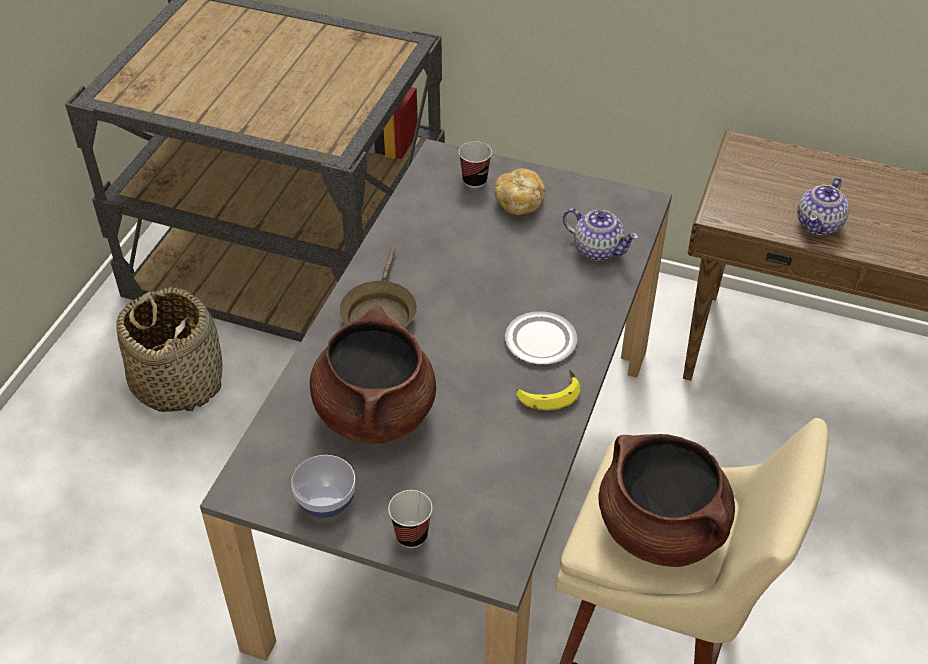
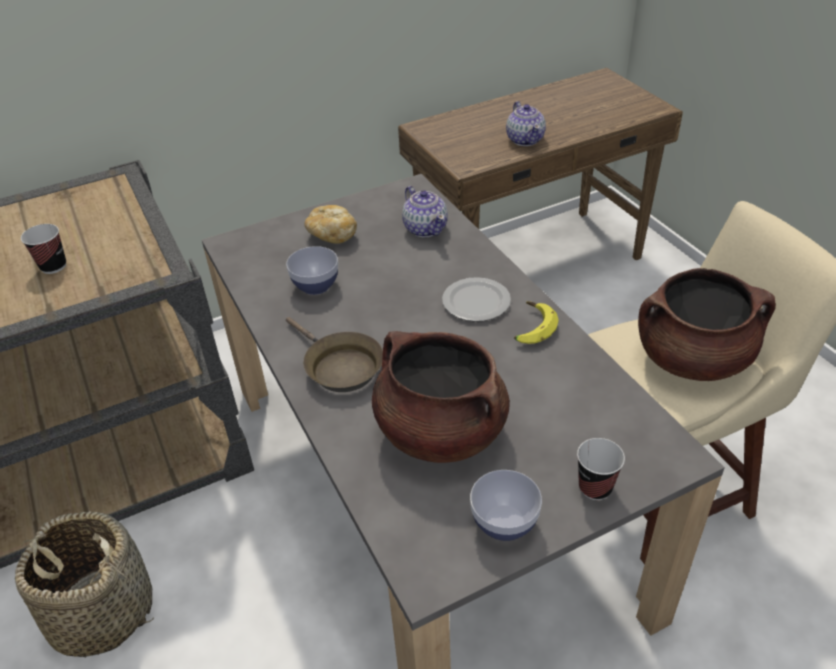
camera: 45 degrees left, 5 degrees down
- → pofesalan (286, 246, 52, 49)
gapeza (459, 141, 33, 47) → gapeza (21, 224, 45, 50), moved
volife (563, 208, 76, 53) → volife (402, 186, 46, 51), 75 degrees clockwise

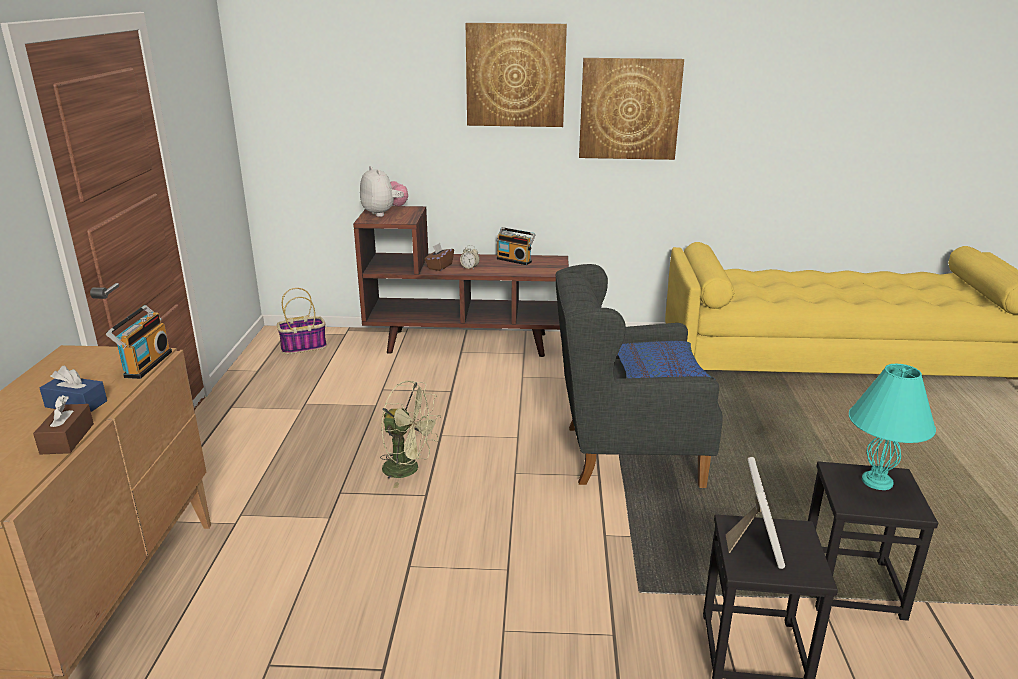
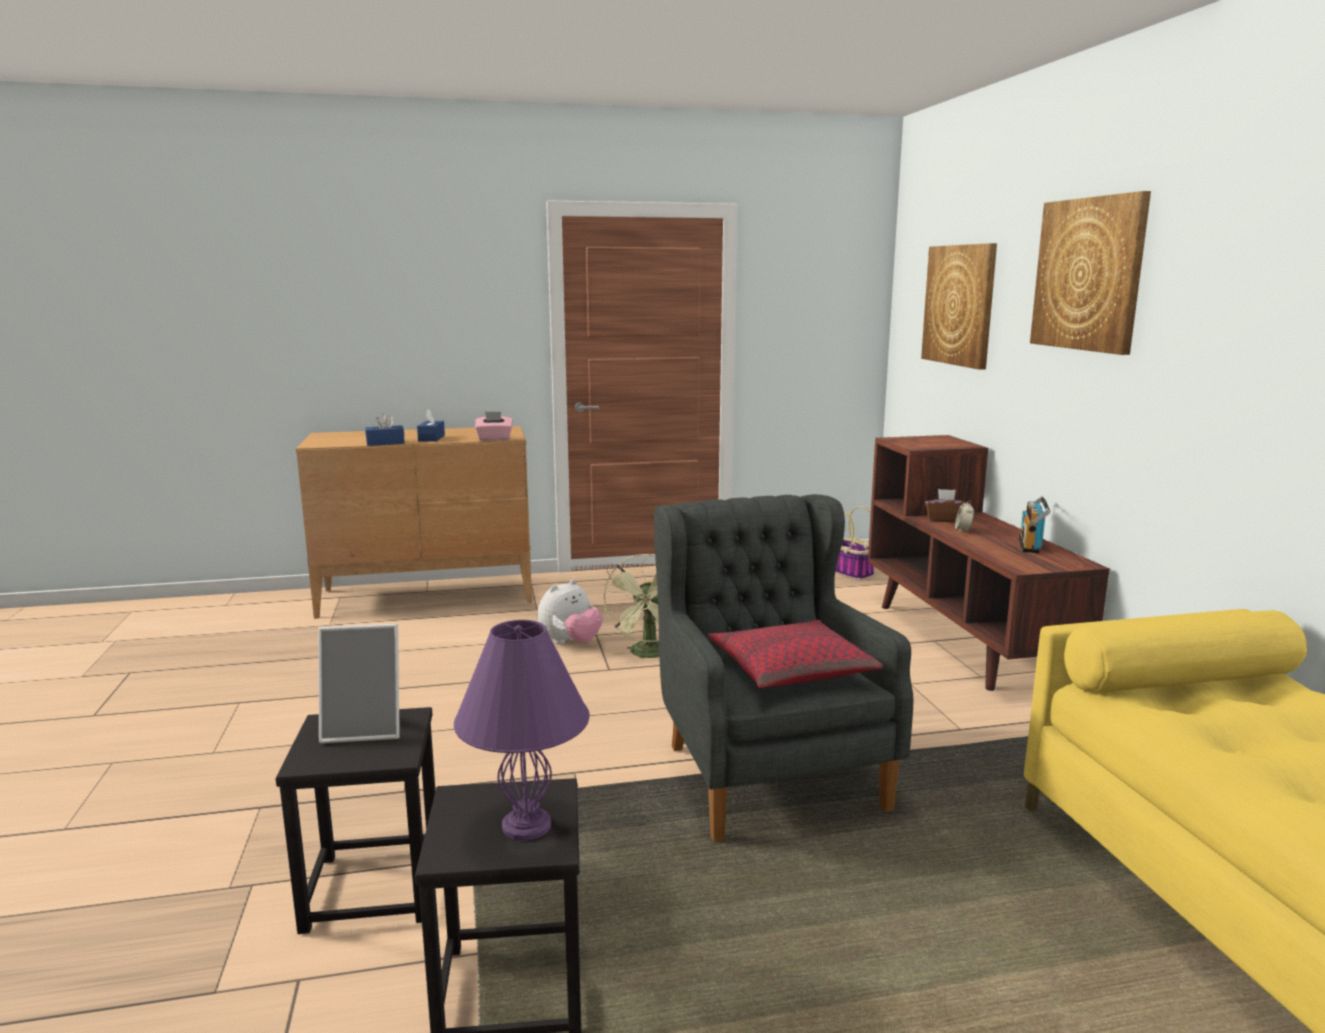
camera: 75 degrees right, 10 degrees down
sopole (360, 166, 48, 51) → sopole (538, 579, 65, 65), moved
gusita (579, 58, 105, 102) → gusita (921, 243, 76, 127), moved
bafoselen (106, 305, 66, 74) → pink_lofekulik (475, 412, 38, 29)
brown_lofekulik (33, 395, 61, 59) → blue_lofekulik (365, 413, 40, 33)
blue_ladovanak (618, 341, 96, 38) → red_ladovanak (708, 620, 175, 68)
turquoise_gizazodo (849, 364, 87, 126) → purple_gizazodo (454, 620, 135, 221)

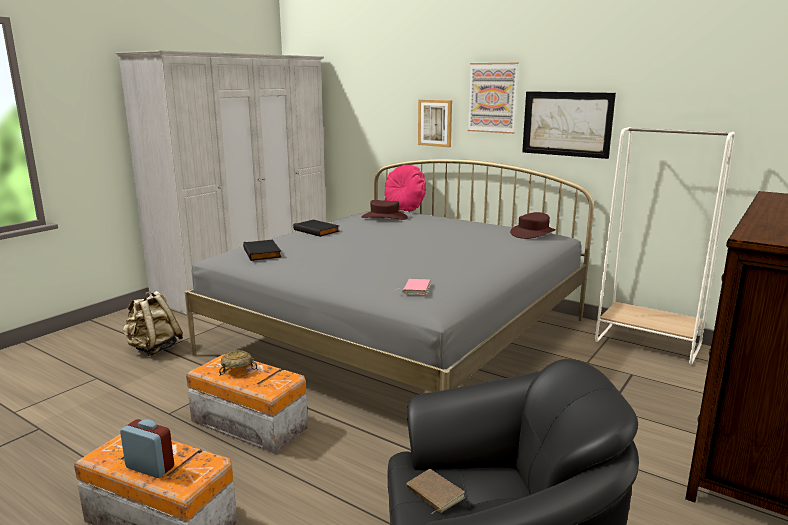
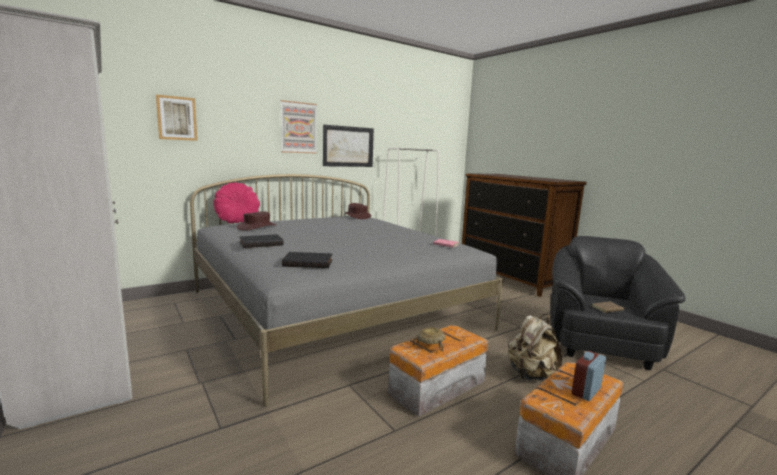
camera: 70 degrees left, 5 degrees down
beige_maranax (123, 291, 60, 65) → beige_maranax (508, 314, 54, 67), moved
gusita (418, 100, 34, 47) → gusita (156, 94, 41, 47), moved

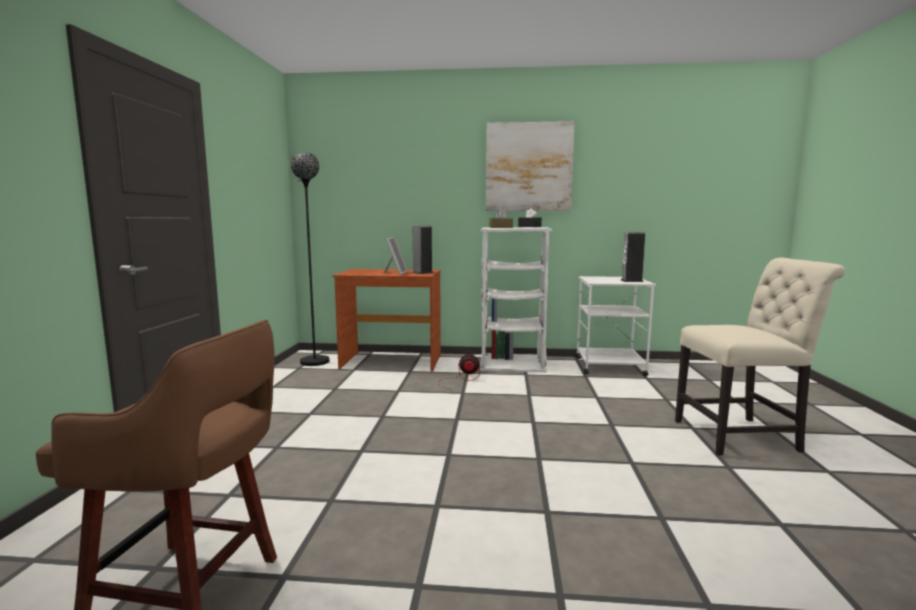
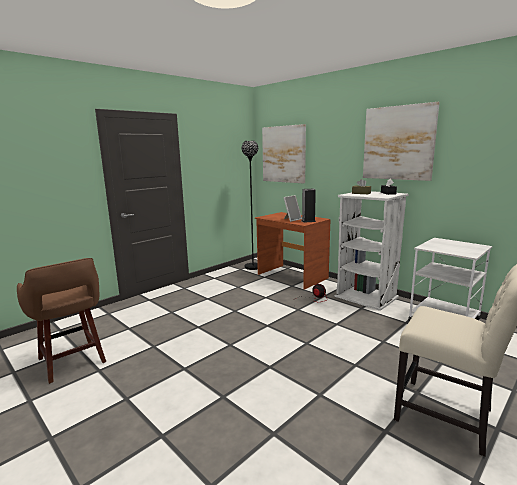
camera: 40 degrees right, 5 degrees up
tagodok (621, 232, 24, 50) → -
- → gusita (262, 124, 44, 59)

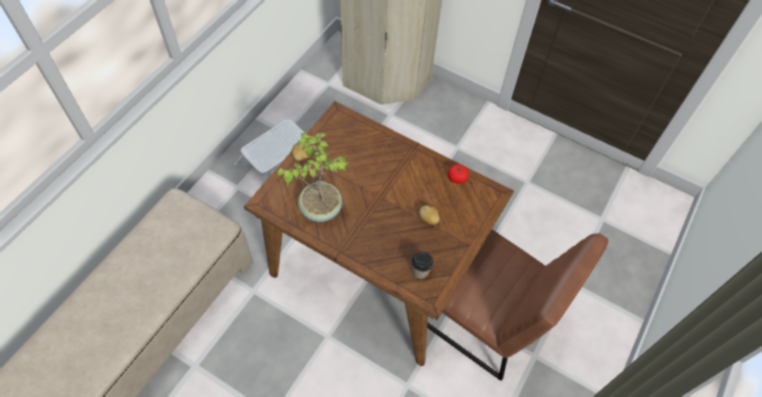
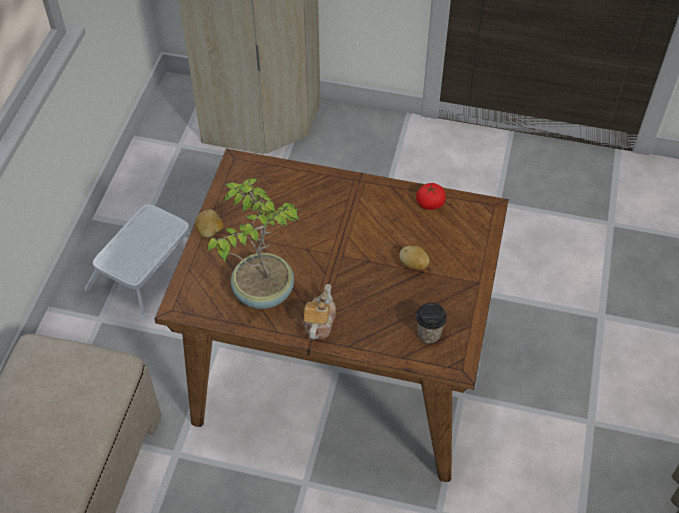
camera: 15 degrees left, 5 degrees down
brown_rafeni (427, 229, 181, 152) → -
- → volife (302, 284, 34, 55)

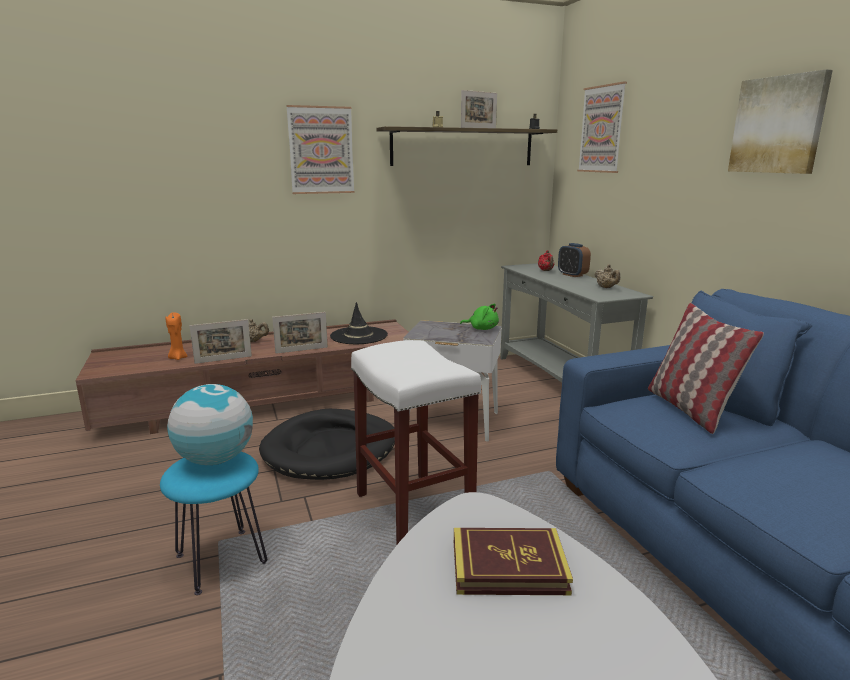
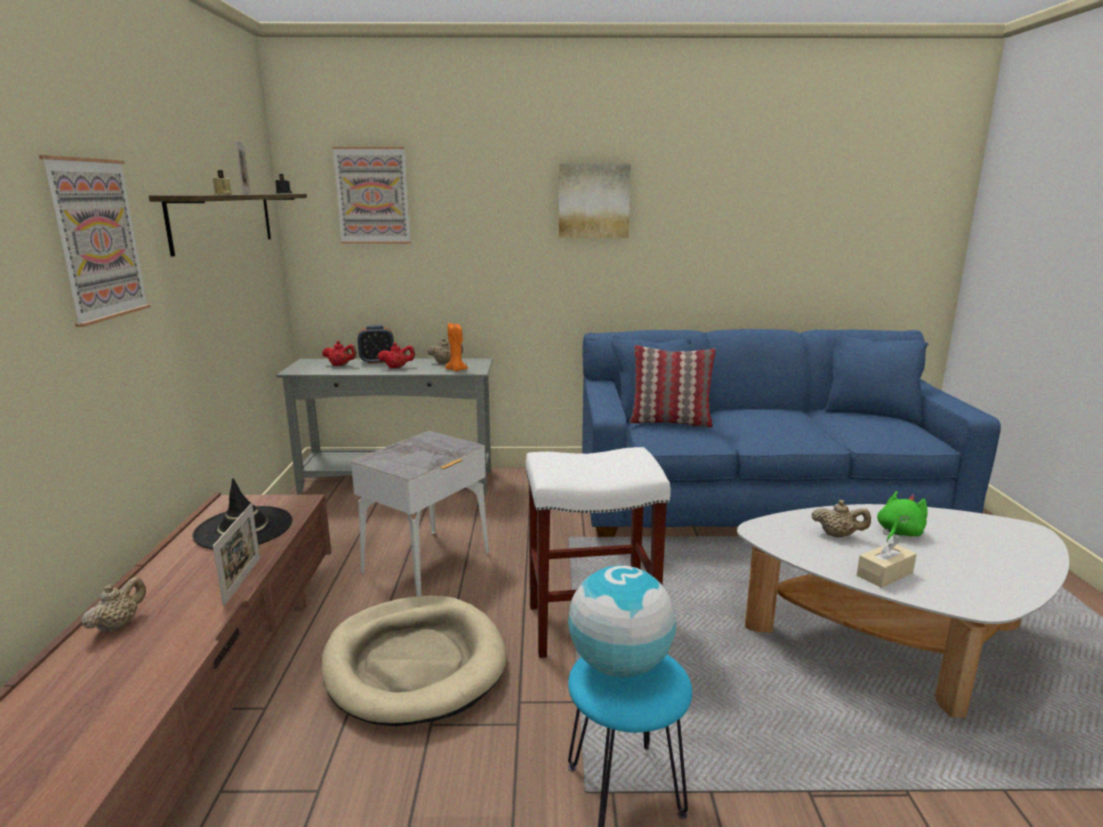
camera: 70 degrees left, 0 degrees up
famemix (190, 319, 62, 45) → -
- → red_volife (378, 343, 37, 26)
- → beige_lofekulik (857, 535, 60, 53)
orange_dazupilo (165, 312, 22, 48) → orange_dazupilo (445, 323, 23, 48), moved
green_sopole (460, 304, 39, 26) → green_sopole (877, 491, 51, 50), moved
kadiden (454, 528, 119, 67) → beige_volife (812, 500, 59, 37)
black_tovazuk (259, 409, 136, 71) → beige_tovazuk (321, 595, 185, 131)

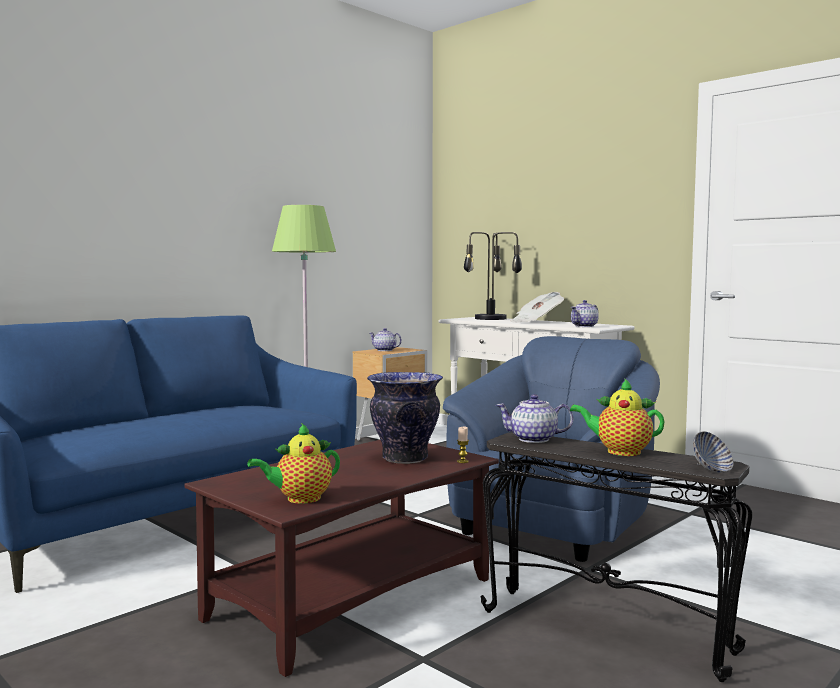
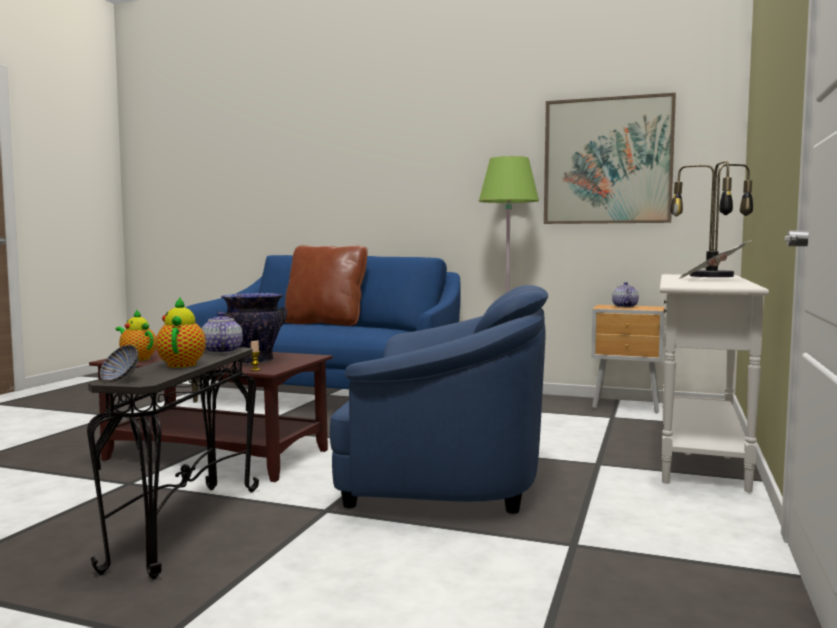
camera: 65 degrees right, 0 degrees up
volife (571, 300, 28, 27) → -
- → brown_ladovanak (285, 245, 83, 81)
- → gusita (544, 93, 132, 131)

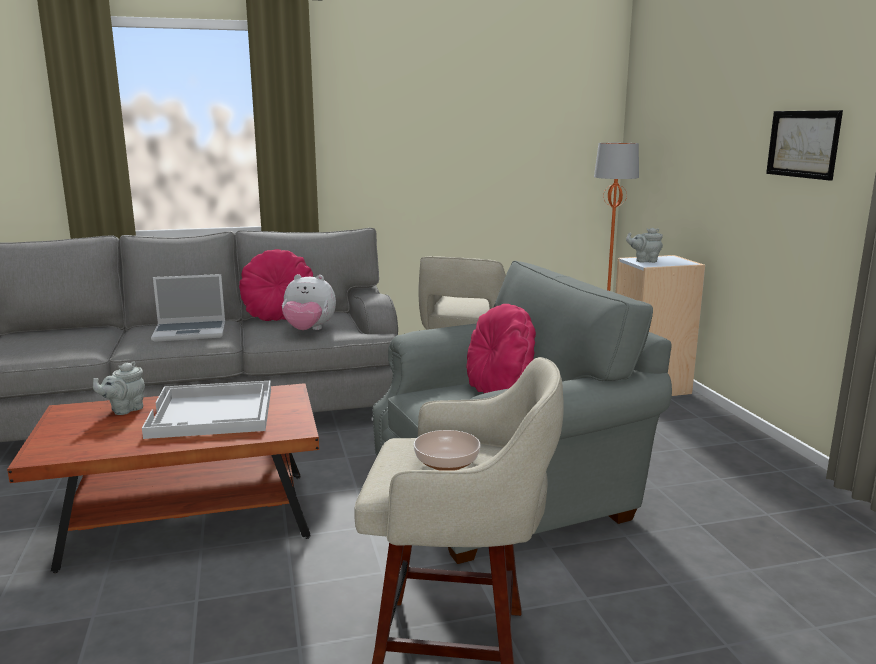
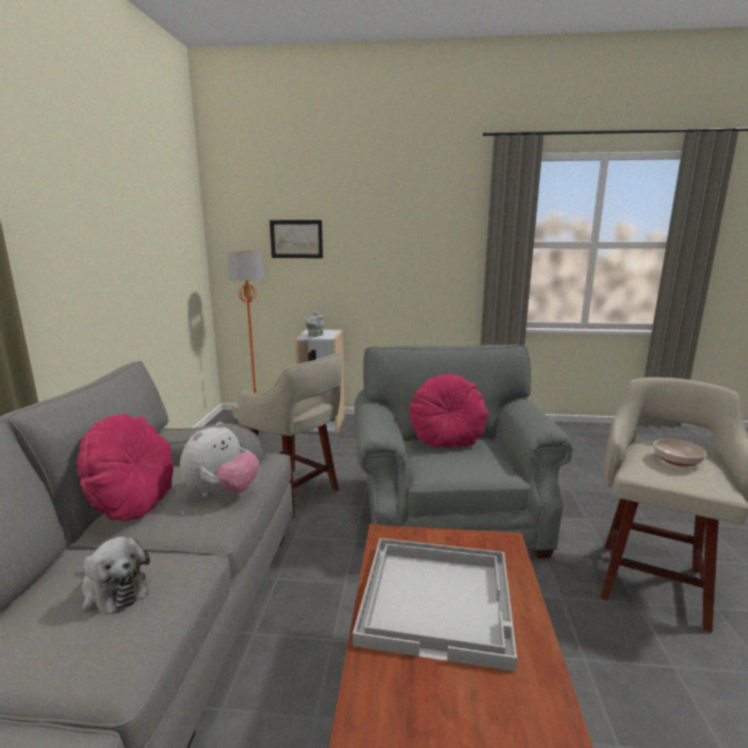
camera: 70 degrees left, 0 degrees up
grey_volife (93, 362, 52, 53) → -
gusita (766, 110, 77, 71) → gusita (270, 220, 53, 38), moved
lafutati (151, 274, 74, 68) → sopole (81, 536, 69, 78)

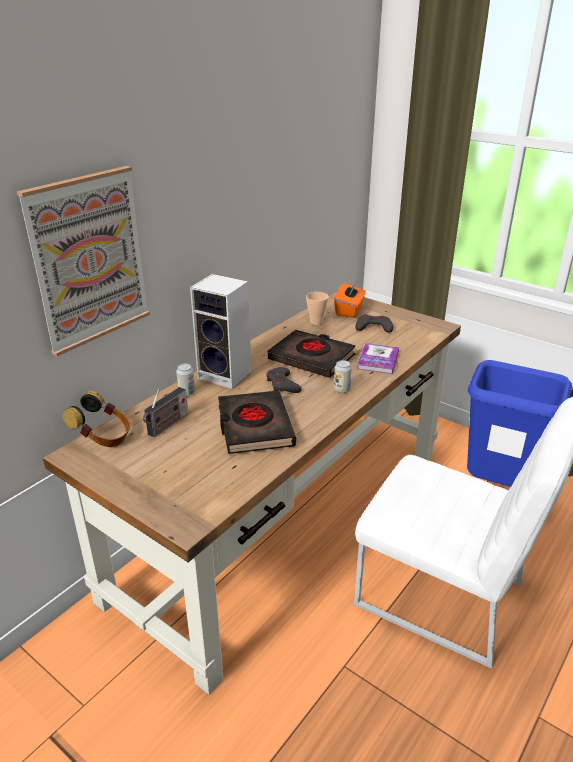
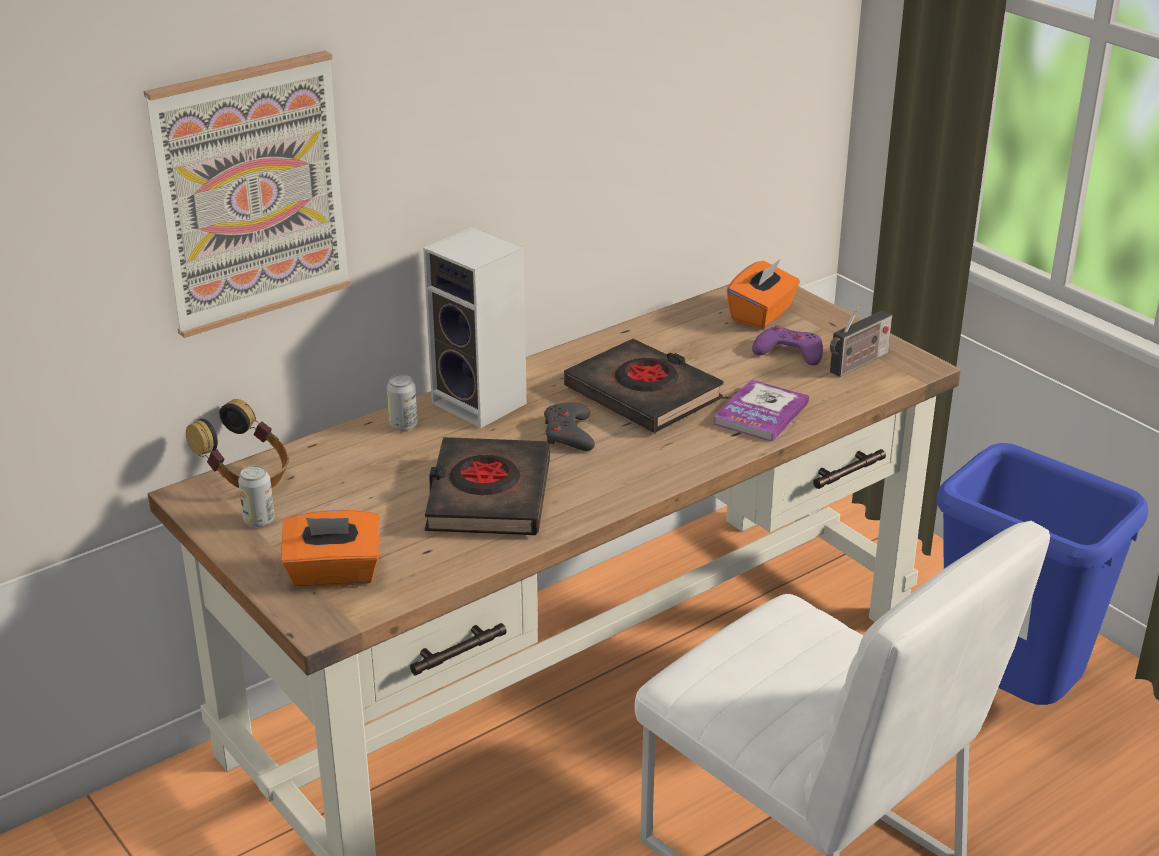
camera: 15 degrees right, 0 degrees up
gapeza (306, 292, 23, 33) → -
- → orange_lofekulik (281, 510, 99, 78)
bafoselen (143, 387, 45, 51) → bafoselen (830, 305, 62, 72), moved
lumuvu (334, 360, 18, 33) → lumuvu (238, 465, 37, 62), moved
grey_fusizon (355, 314, 38, 18) → purple_fusizon (752, 325, 71, 41)

